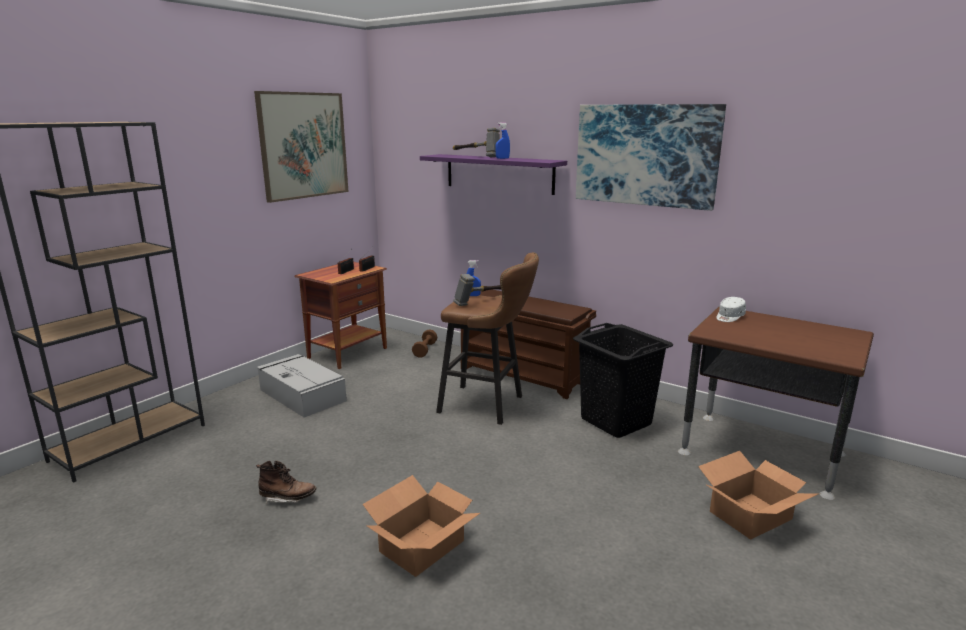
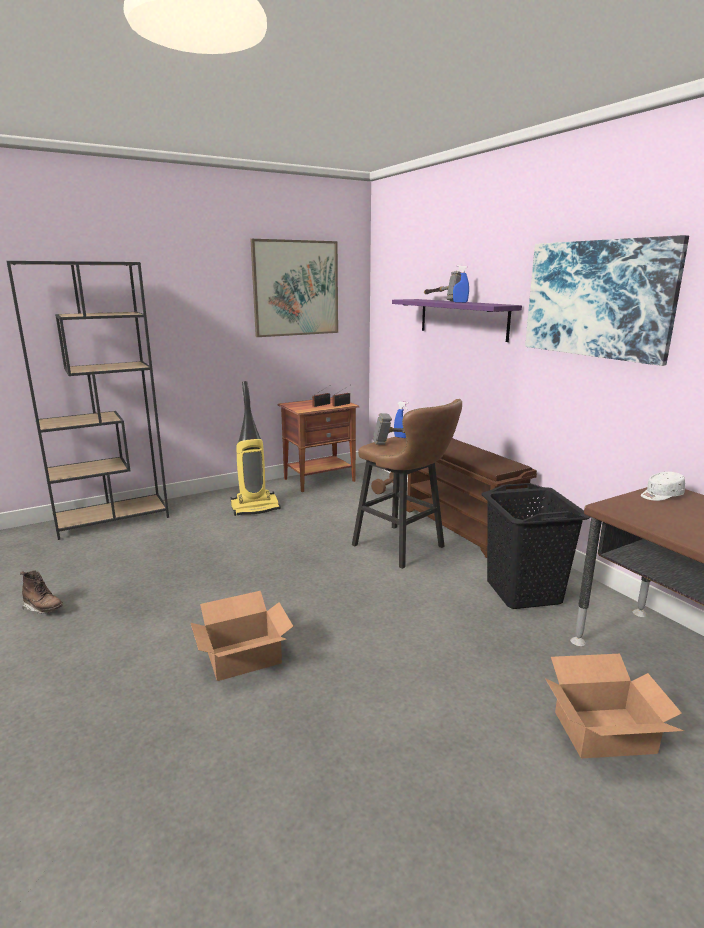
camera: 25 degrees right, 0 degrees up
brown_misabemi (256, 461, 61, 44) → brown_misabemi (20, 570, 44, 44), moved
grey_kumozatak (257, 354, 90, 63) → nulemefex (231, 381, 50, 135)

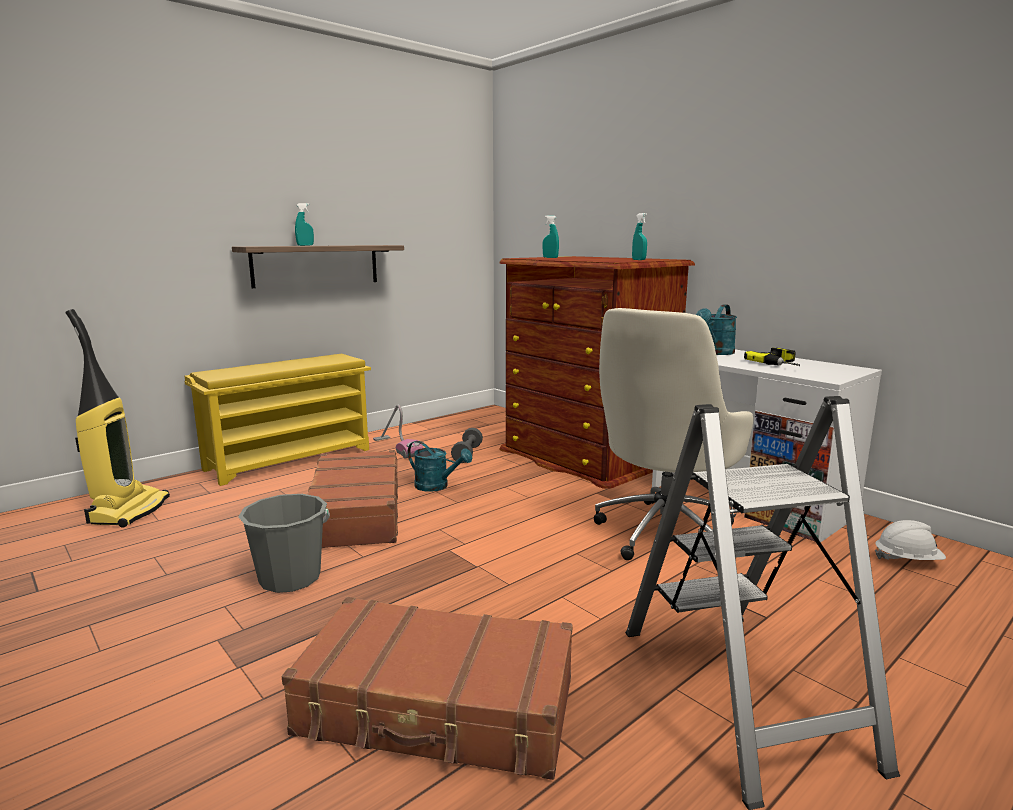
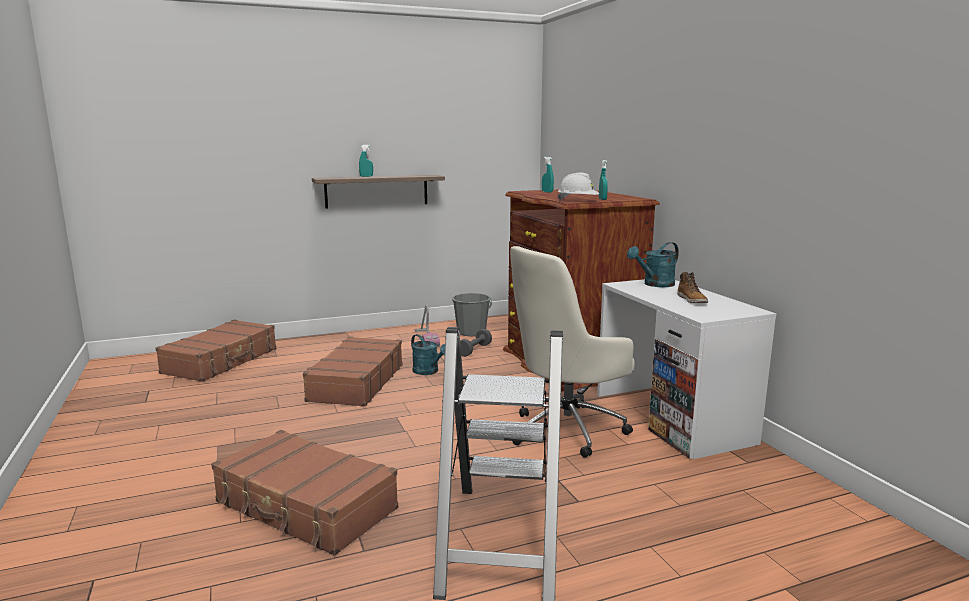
camera: 20 degrees right, 0 degrees up
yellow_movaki (185, 354, 186, 132) → -
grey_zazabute (238, 494, 92, 99) → grey_zazabute (452, 293, 40, 43), moved
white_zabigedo (875, 520, 71, 40) → white_zabigedo (557, 172, 43, 28), moved
nulemefex (65, 309, 105, 219) → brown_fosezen (155, 320, 121, 62)
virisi (744, 348, 56, 18) → misabemi (677, 272, 31, 31)

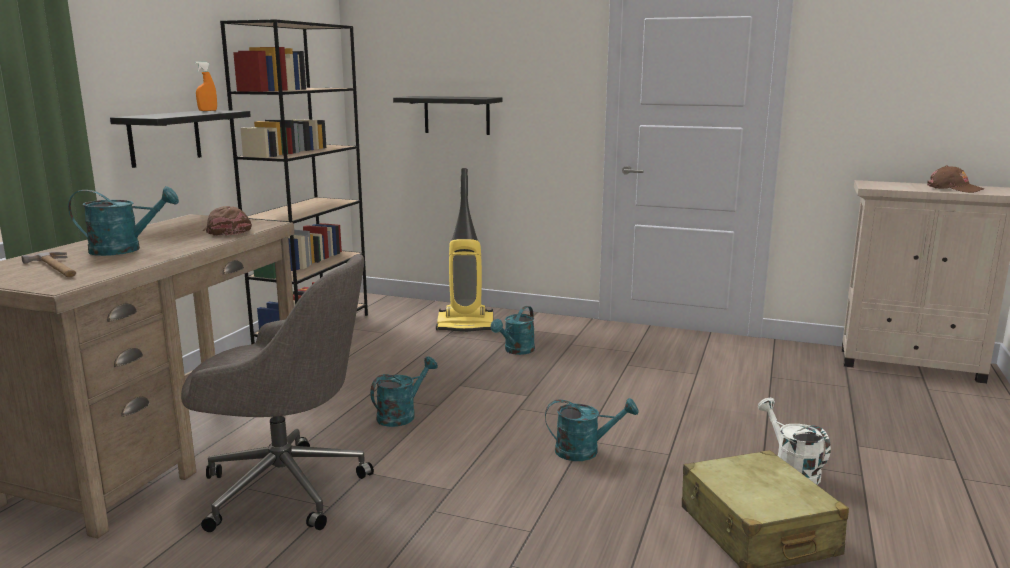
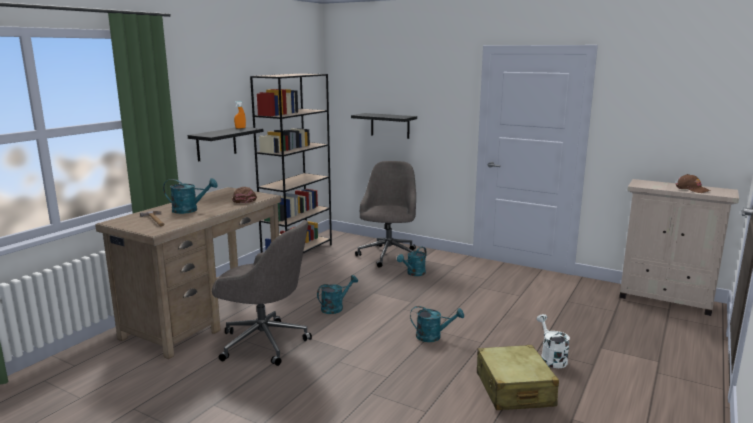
camera: 10 degrees right, 0 degrees up
nulemefex (436, 168, 57, 164) → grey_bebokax (355, 161, 61, 107)

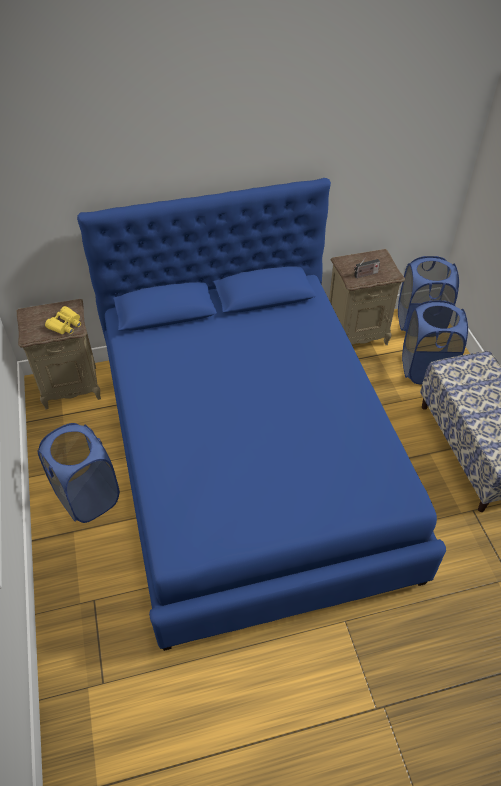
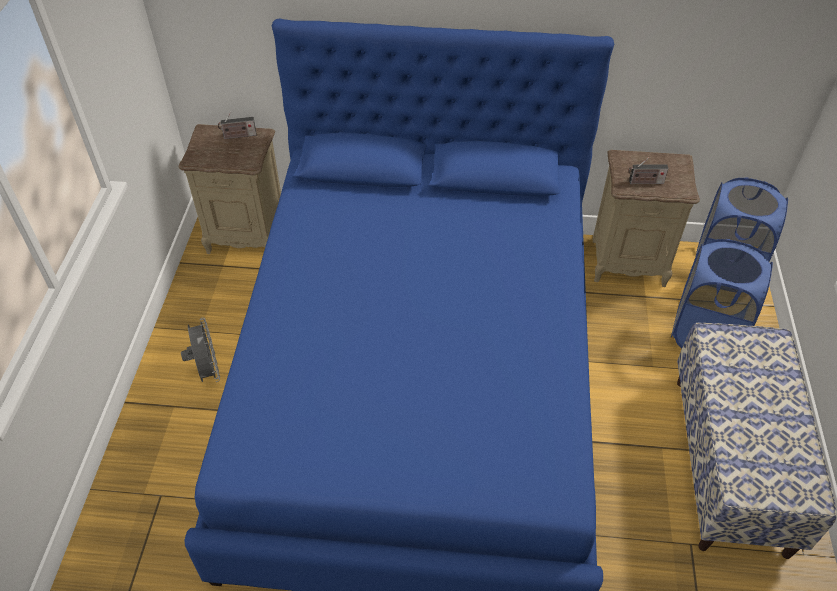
camera: 20 degrees right, 0 degrees up
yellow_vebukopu (45, 306, 36, 28) → -
- → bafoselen (218, 112, 39, 27)
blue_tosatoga (38, 423, 82, 100) → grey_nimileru (181, 318, 39, 64)

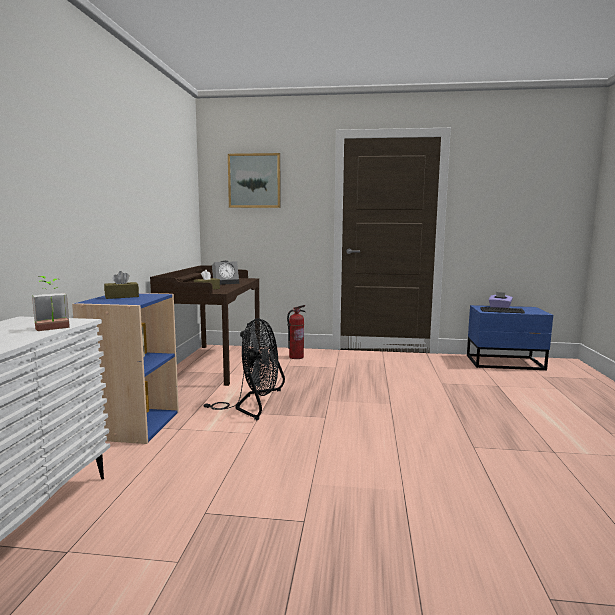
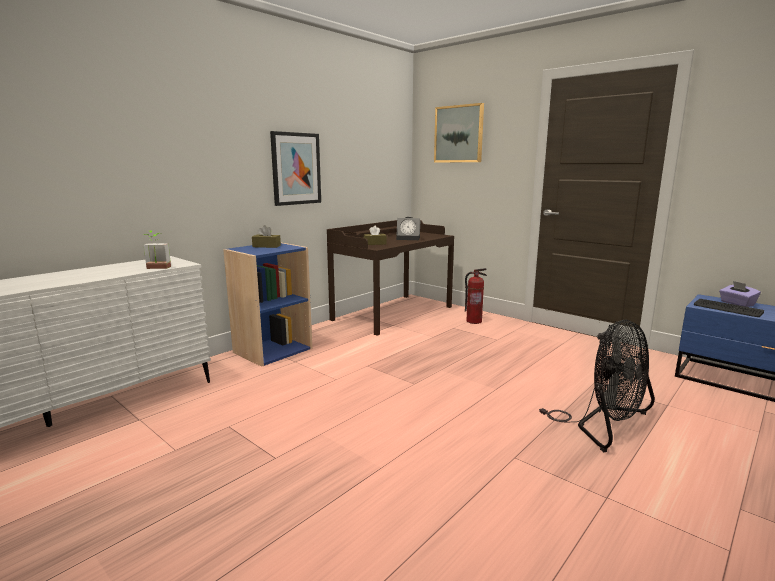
camera: 35 degrees right, 5 degrees up
- → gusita (270, 131, 51, 75)
black_nimileru (204, 318, 81, 102) → black_nimileru (539, 320, 116, 133), moved

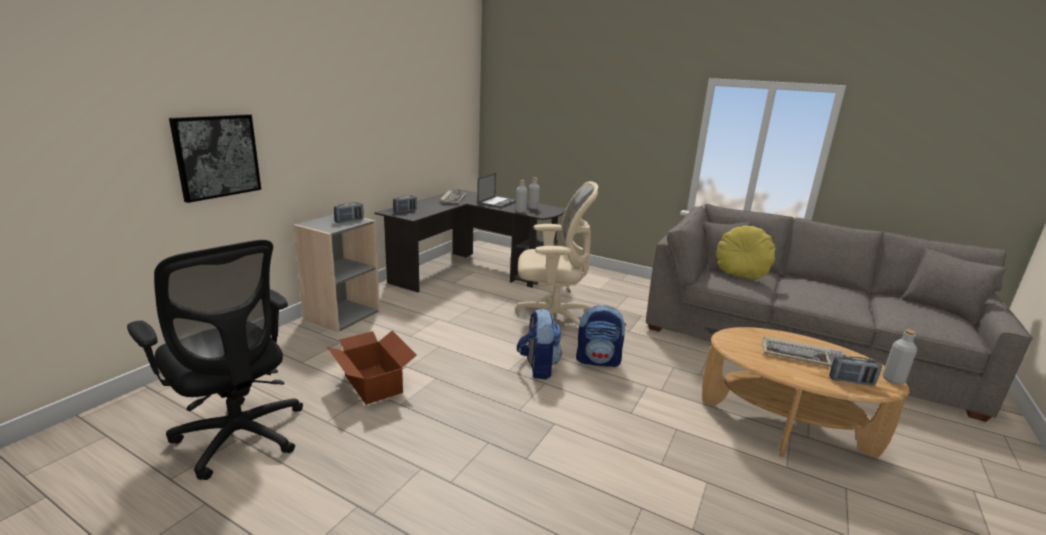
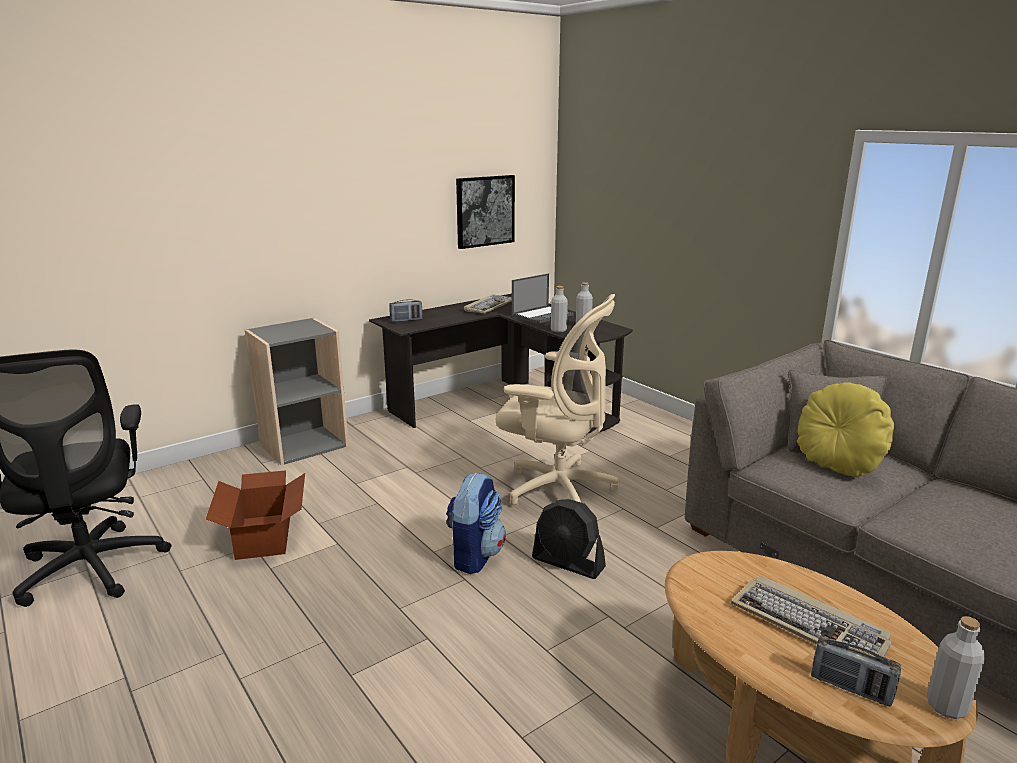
camera: 25 degrees right, 0 degrees up
bafoselen (334, 202, 30, 21) → -
gusita (169, 114, 92, 89) → gusita (456, 175, 59, 74), moved
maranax (576, 305, 50, 62) → black_nimileru (532, 499, 74, 80)

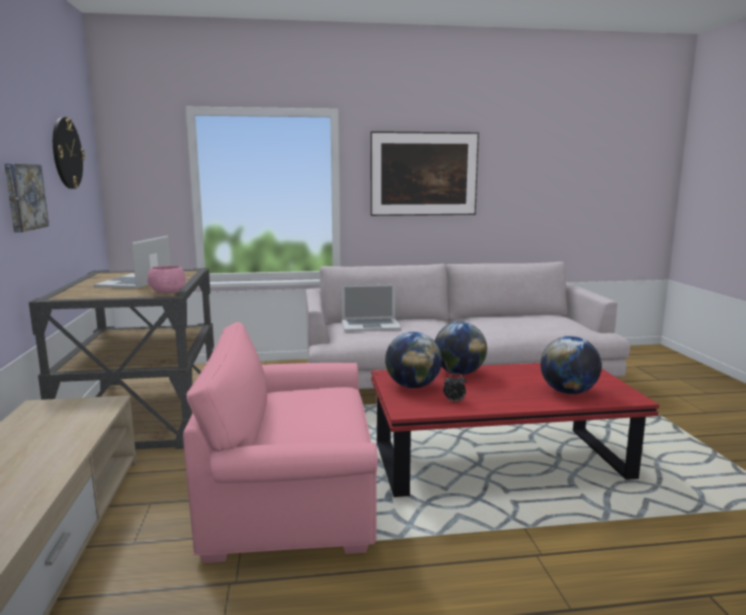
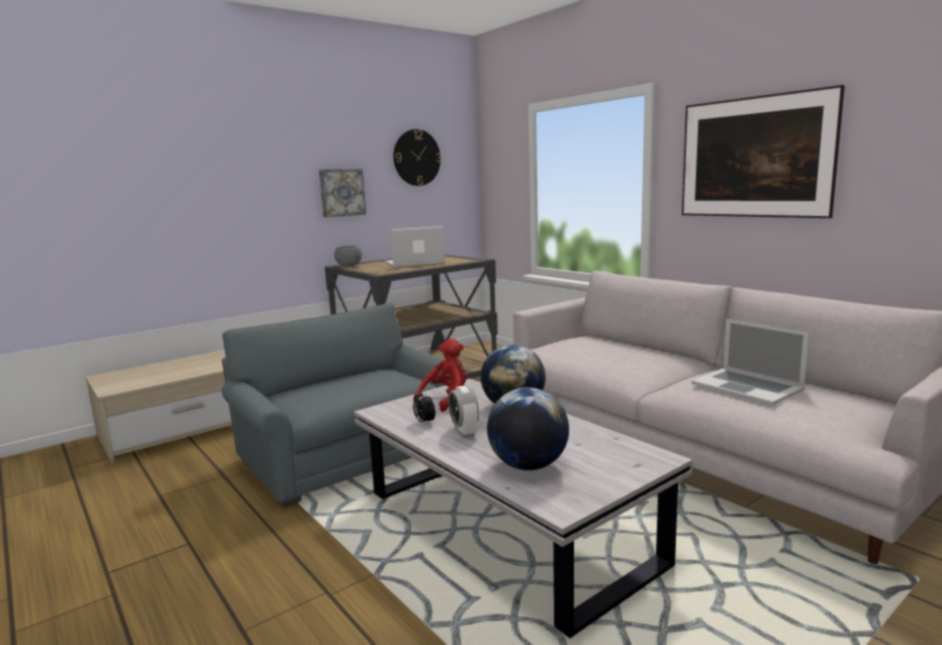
camera: 60 degrees right, 0 degrees up
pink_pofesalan (147, 266, 39, 28) → -
- → grey_pofesalan (334, 246, 28, 20)
- → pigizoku (448, 386, 31, 52)
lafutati (341, 284, 60, 48) → lafutati (691, 319, 118, 86), moved
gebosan (385, 332, 57, 56) → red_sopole (413, 338, 53, 74)
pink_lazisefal (183, 322, 195, 241) → grey_lazisefal (222, 303, 223, 205)
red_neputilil (371, 363, 288, 134) → white_neputilil (354, 378, 339, 260)

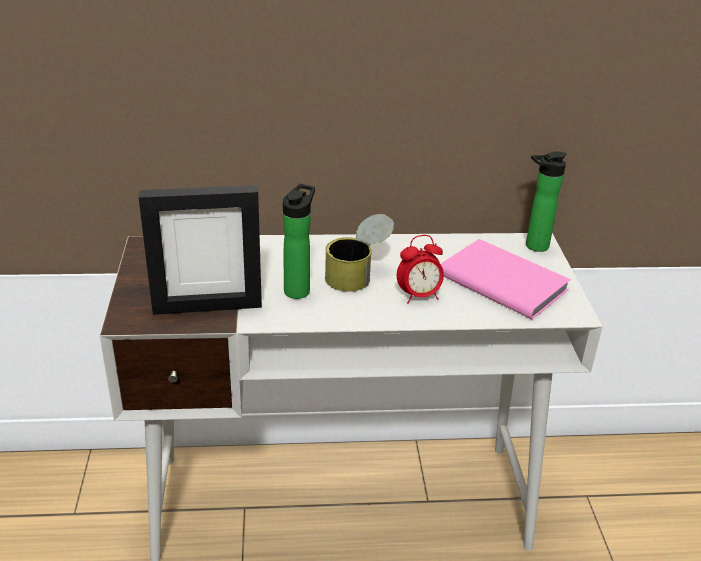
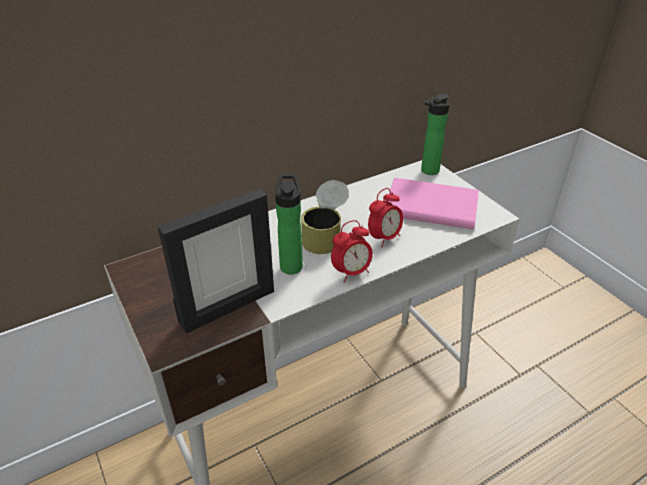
camera: 25 degrees left, 5 degrees up
- → pigizoku (331, 220, 42, 62)

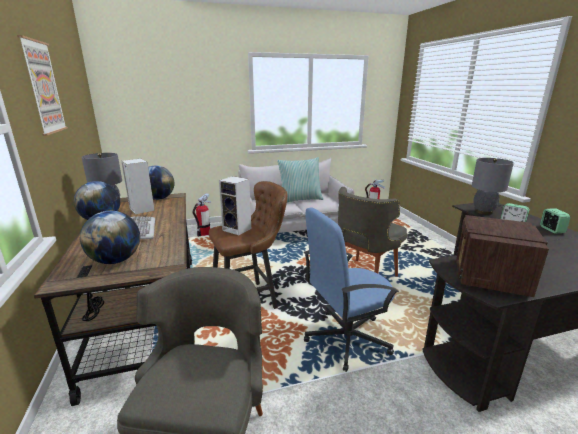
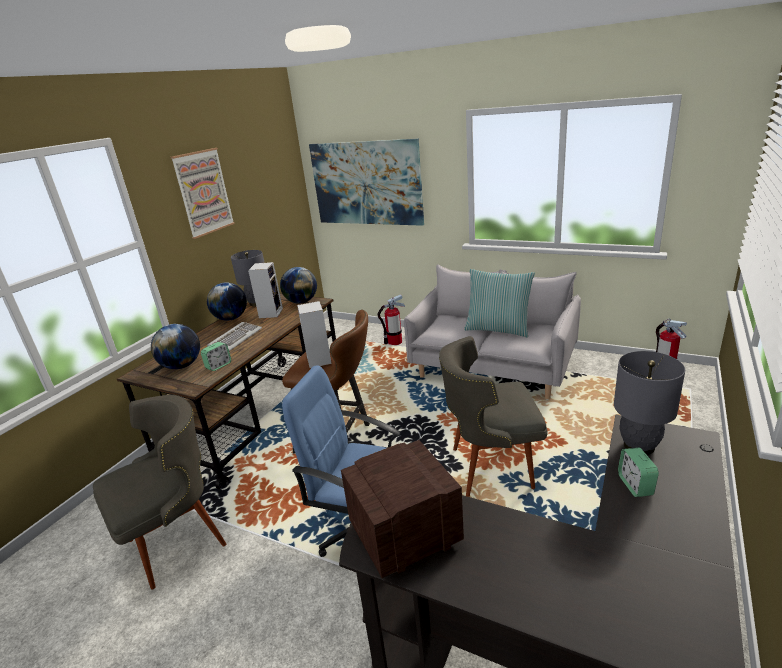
camera: 45 degrees right, 5 degrees up
- → gusita (309, 139, 115, 87)
pigizoku (540, 208, 30, 25) → pigizoku (201, 342, 30, 29), moved

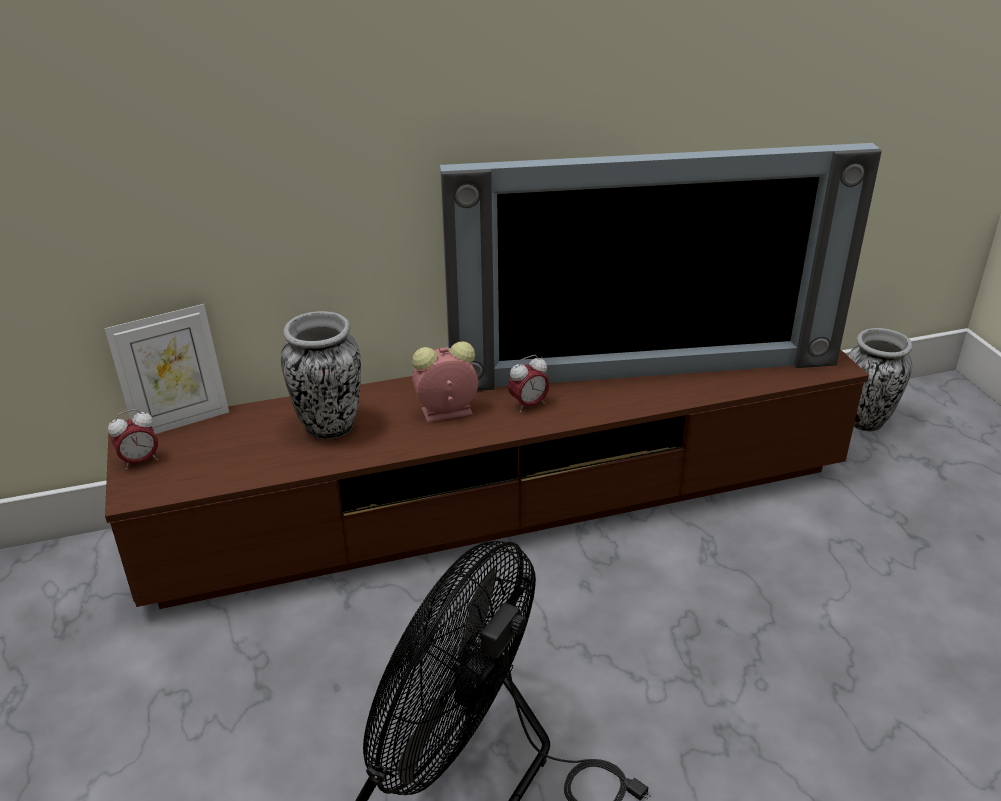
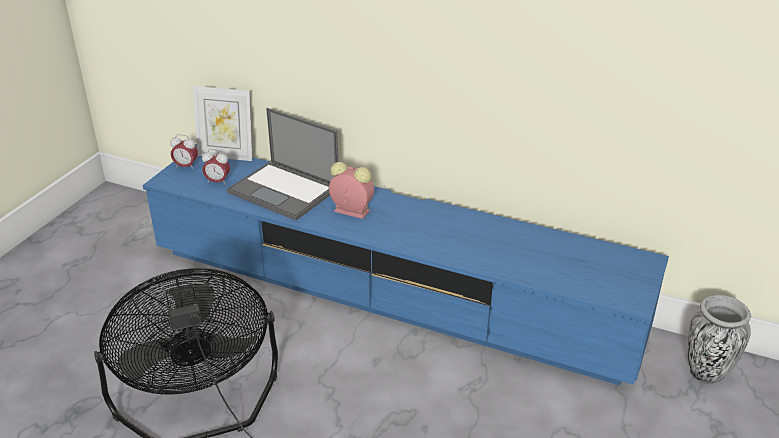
camera: 40 degrees right, 0 degrees up
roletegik (440, 143, 442, 248) → -
pigizoku (508, 355, 42, 58) → pigizoku (202, 149, 28, 36), moved
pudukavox (281, 311, 80, 128) → lafutati (227, 108, 111, 113)
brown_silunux (105, 349, 764, 260) → blue_silunux (143, 144, 526, 241)

